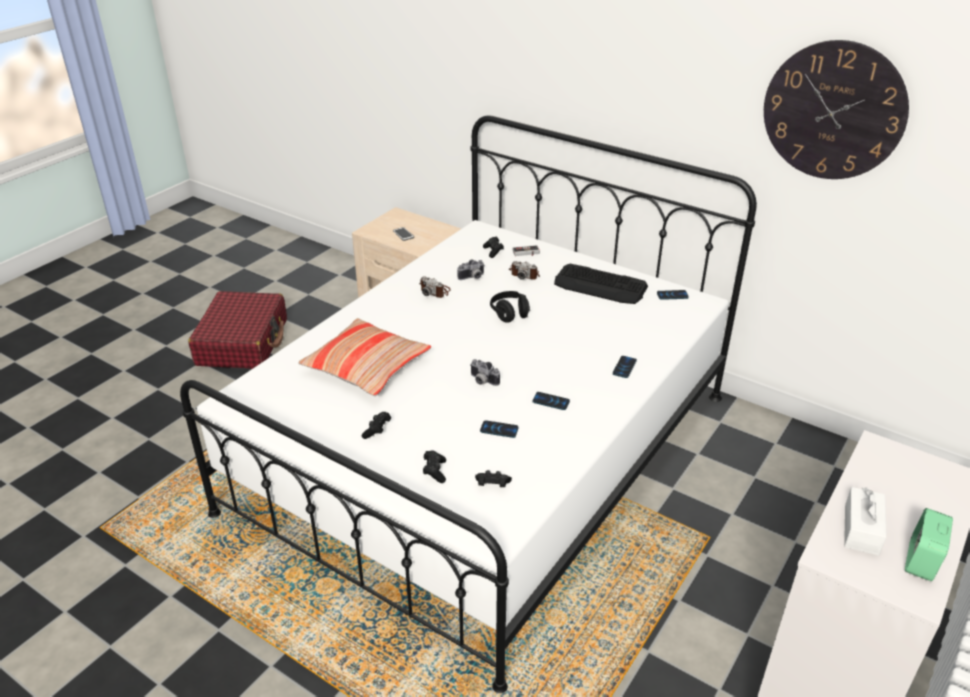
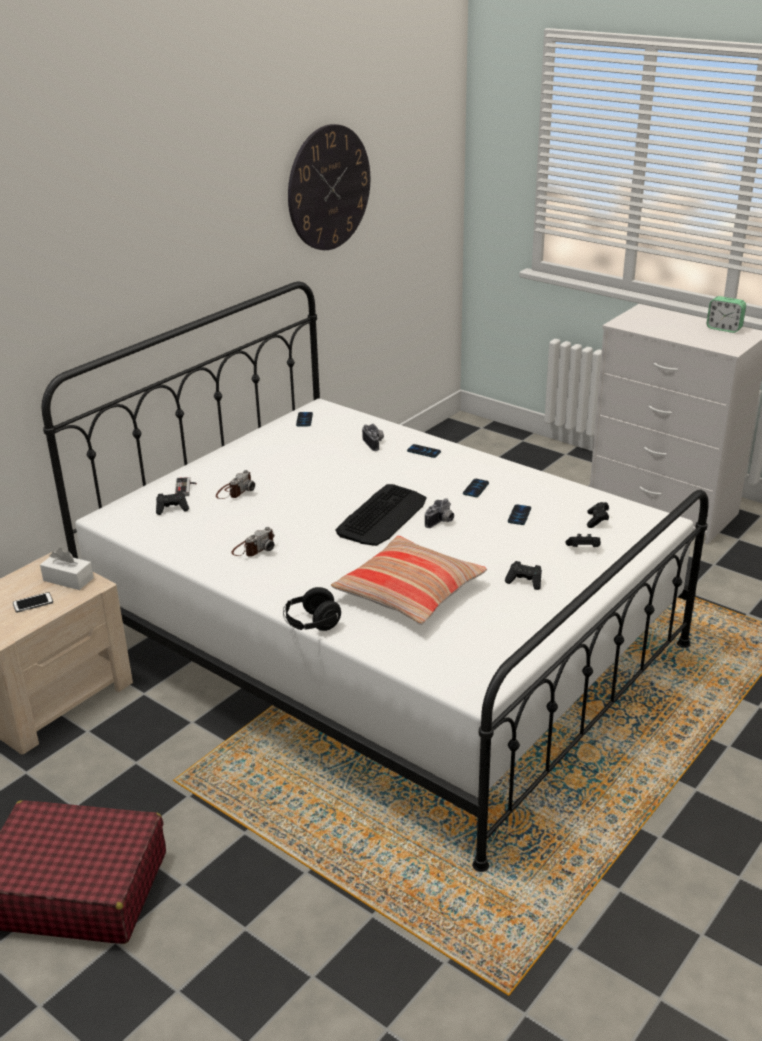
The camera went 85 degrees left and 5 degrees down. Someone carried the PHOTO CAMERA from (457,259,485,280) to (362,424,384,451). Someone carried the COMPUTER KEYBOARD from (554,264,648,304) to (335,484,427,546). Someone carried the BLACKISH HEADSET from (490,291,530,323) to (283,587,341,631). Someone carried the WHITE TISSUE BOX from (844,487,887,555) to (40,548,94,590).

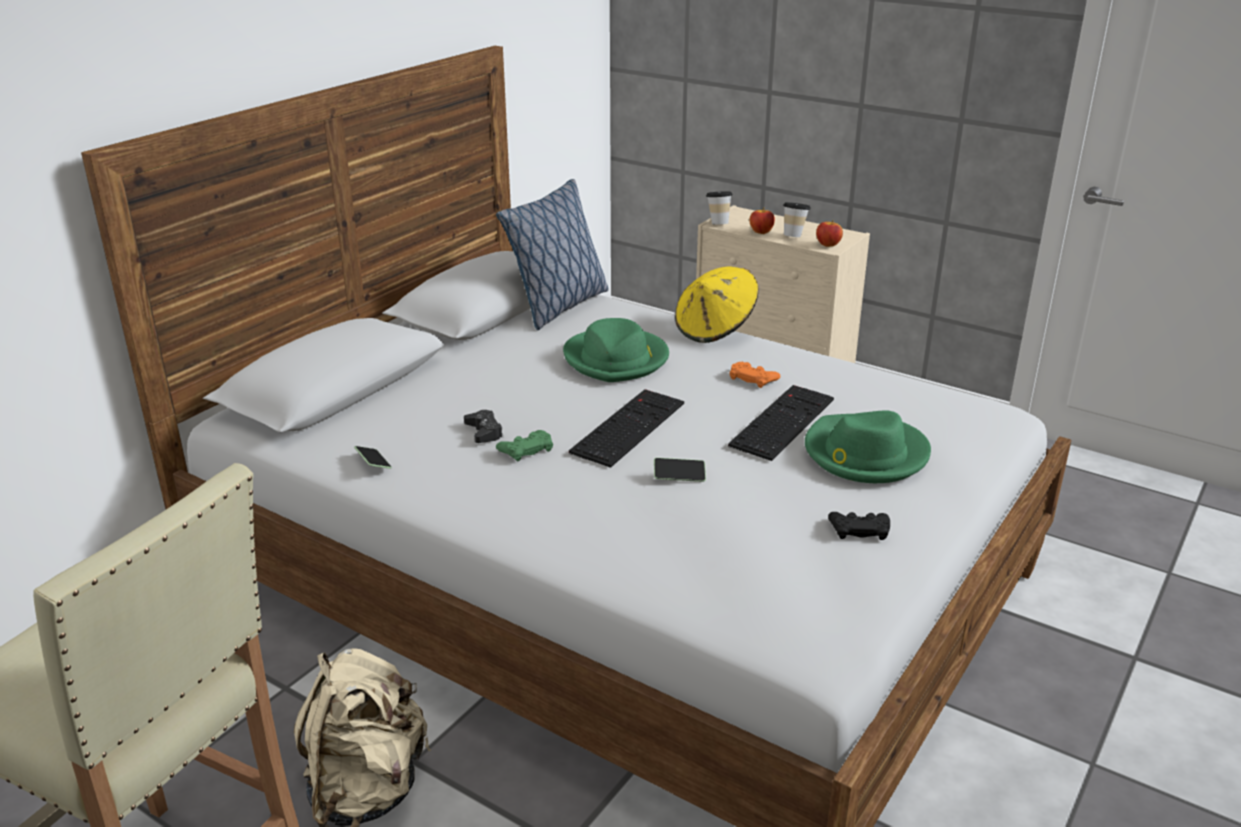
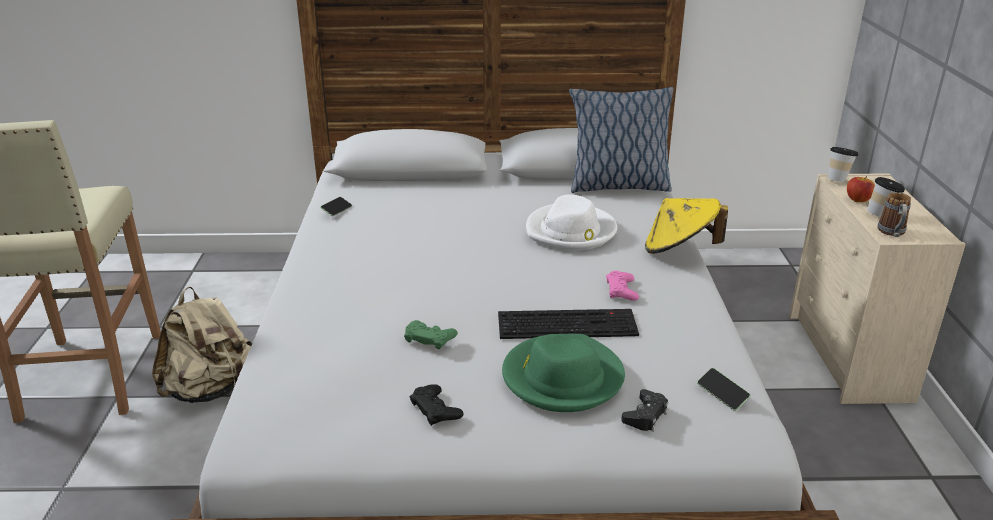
The camera went 55 degrees right and 0 degrees up. Someone swapped the WHOLE APPLE at (816,220,843,247) for the TEA MUG at (877,192,911,237). Someone repainted the GREEN HAT at (563,318,669,382), which became the WHITE HAT at (526,194,617,250). Someone repainted the ORANGE JOYPAD at (729,362,780,388), which became the PINK-COLOURED JOYPAD at (606,271,639,301). Someone took away the COMPUTER KEYBOARD at (569,389,684,468). Someone carried the BLACKISH JOYPAD from (464,410,503,443) to (621,389,668,432). Someone carried the GREEN JOYPAD from (496,430,553,462) to (404,320,458,349). Someone carried the PHONE from (654,458,706,482) to (697,368,751,411).

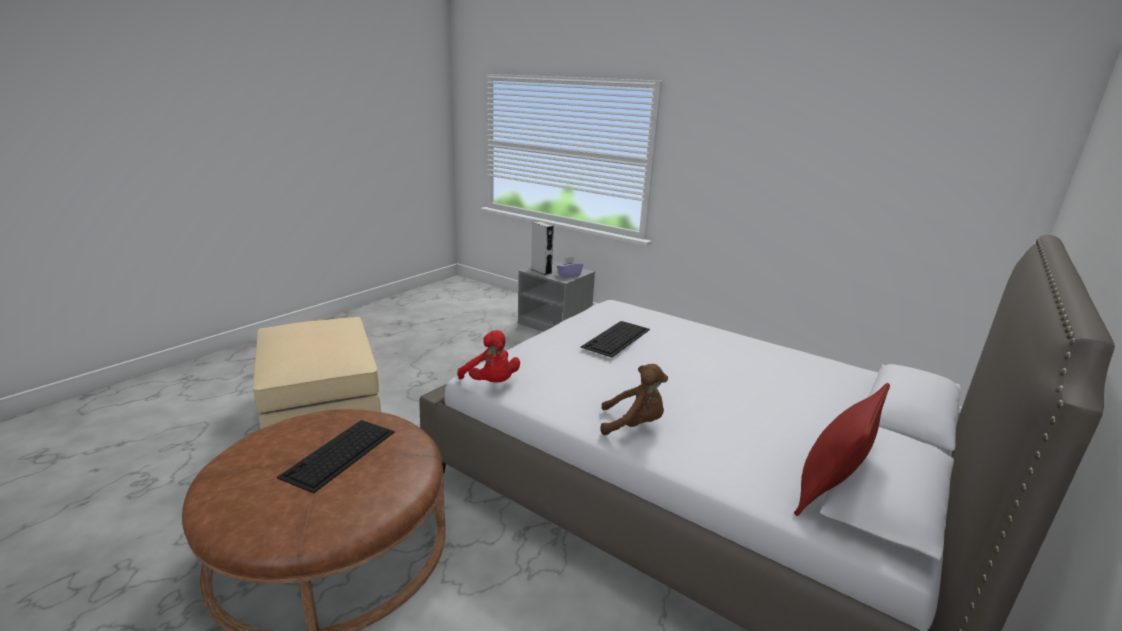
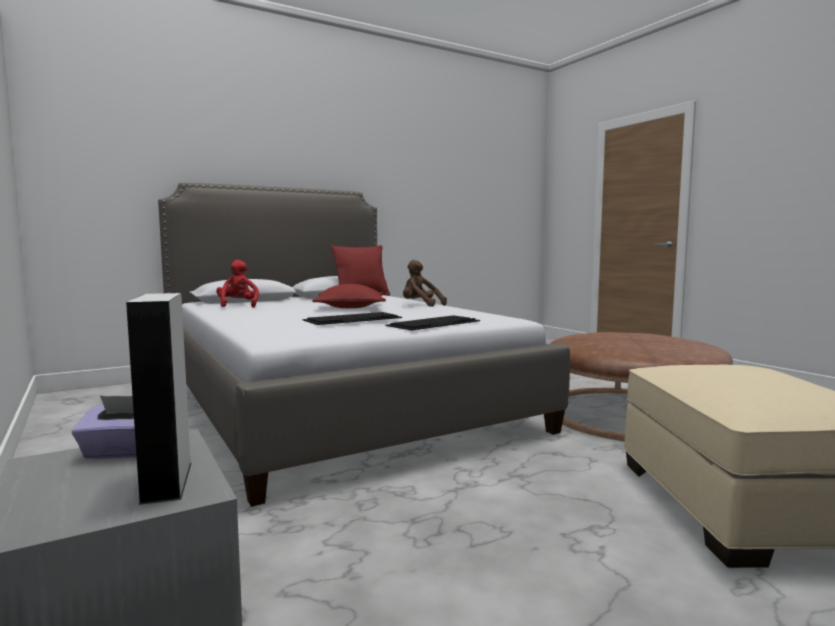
The camera went 155 degrees left and 15 degrees down. Someone carried the REDDISH SOFT TOY from (457,330,520,383) to (216,260,259,308). Someone carried the COMPUTER KEYBOARD from (277,420,395,494) to (385,315,480,331). Someone put down the REDDISH THROW PILLOW at (312,284,386,308).

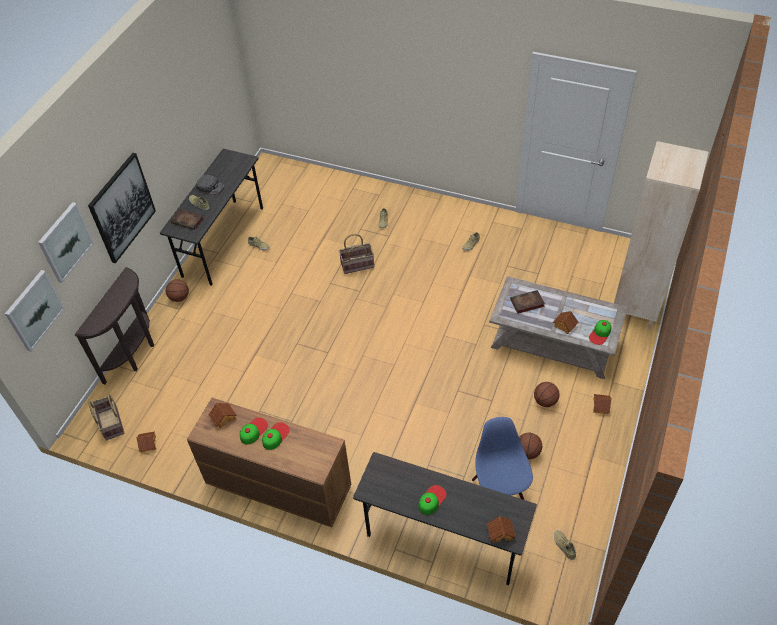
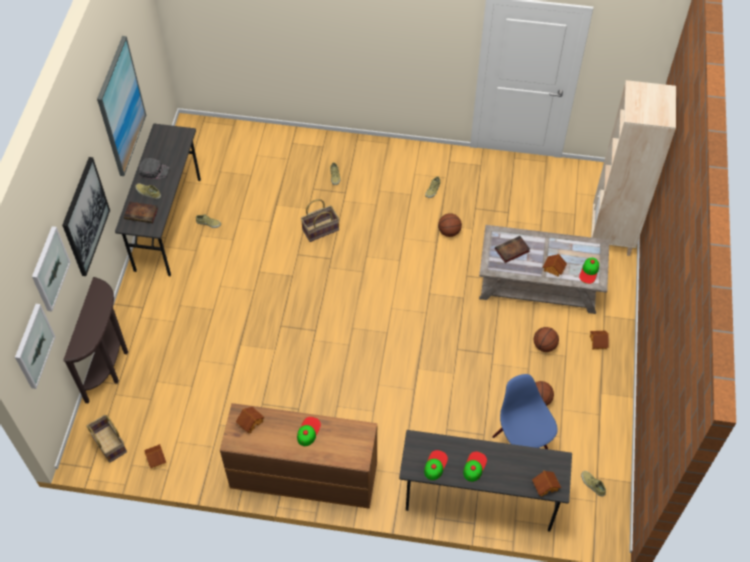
The camera went 15 degrees left and 5 degrees up. Someone carried the BASKETBALL BALL from (166,279,189,302) to (438,213,462,237). Someone carried the BASEBALL CAP from (240,418,268,444) to (424,450,448,480). Someone put up the WALL PICTURE at (97,36,146,176).

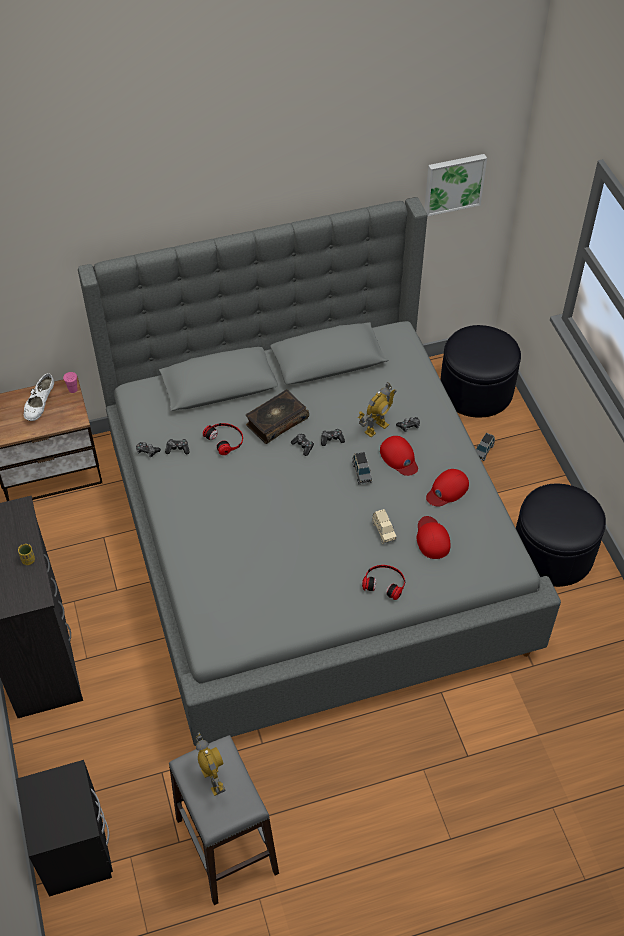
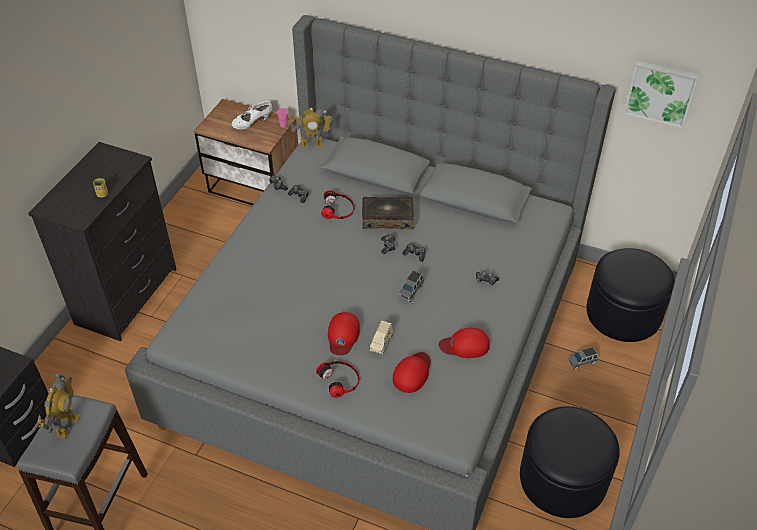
The camera went 40 degrees right and 5 degrees down. Someone carried the ROBOT FIGURE from (358,382,397,437) to (288,105,333,148). Someone carried the REDDISH BASEBALL CAP from (380,436,418,476) to (328,312,360,355).

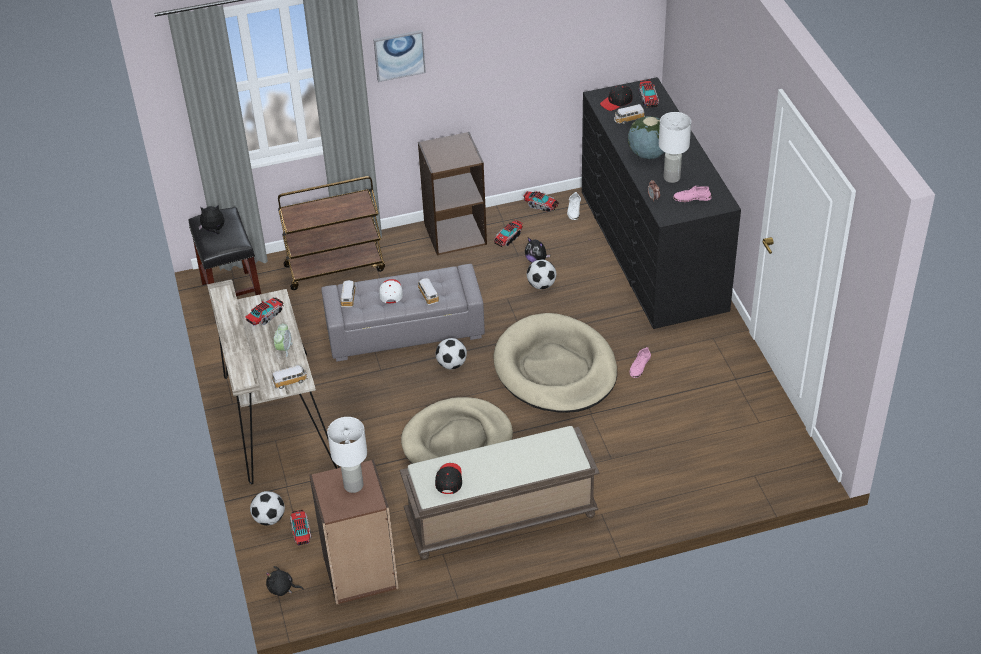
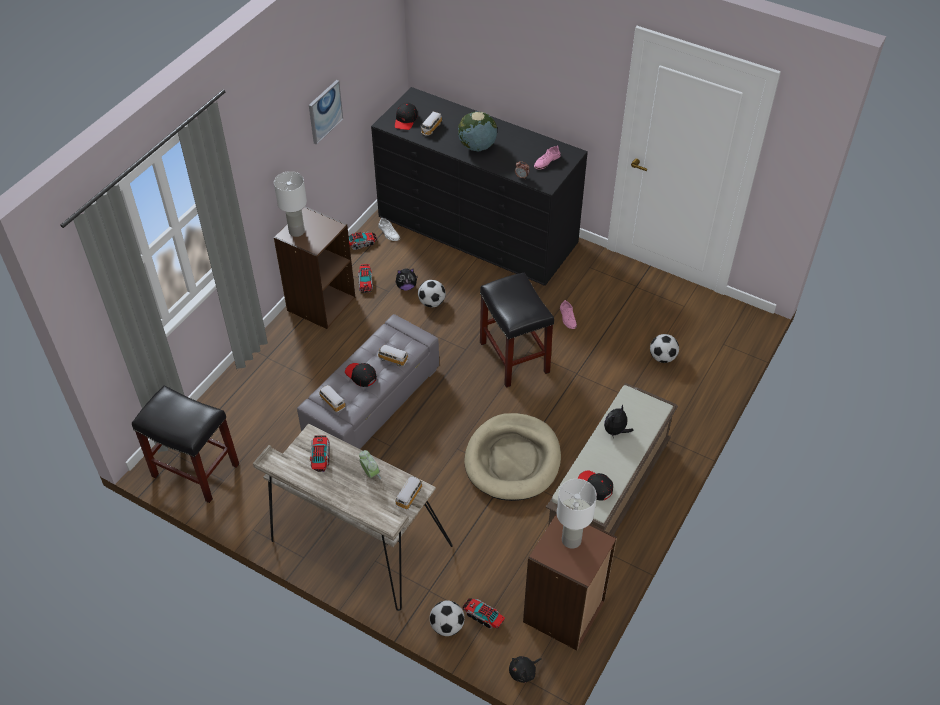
The camera went 45 degrees left and 5 degrees up. Someone carried the WALL PICTURE from (373,30,426,82) to (309,80,343,145). Someone took away the TOY TRUCK at (639,80,659,108). Someone carried the WHITE LAMP FOR A TABLE from (659,112,691,183) to (274,171,307,237). Someone took away the BROWNISH CART at (278,176,385,290). Someone carried the SOFT TOY from (198,205,225,234) to (604,405,634,439). Someone repainted the WHITE BASEBALL CAP at (379,279,403,303), which became the BLACKISH BASEBALL CAP at (345,363,377,387). Someone swapped the BEIGE-COLOURED PET BED at (494,313,617,413) for the BLACKISH STOOL SEAT at (480,272,554,388). Someone carried the FOOTBALL BALL from (436,338,467,369) to (650,334,679,363).

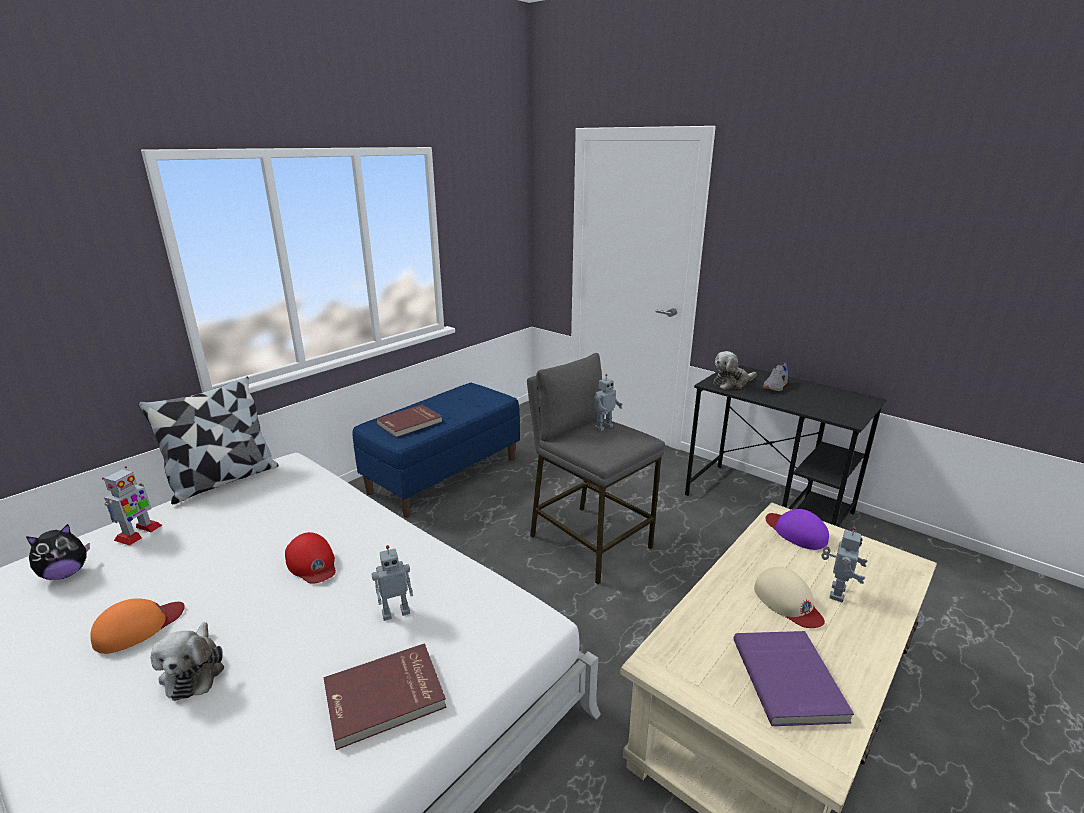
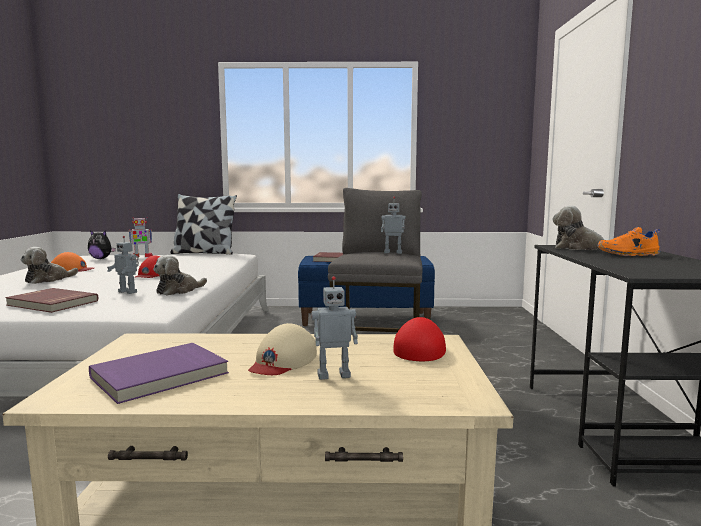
The camera went 50 degrees right and 15 degrees down. Someone repainted the GREY SHOE at (763,363,788,391), which became the ORANGE SHOE at (598,227,660,256). Someone repainted the PURPLE-COLOURED BASEBALL CAP at (766,509,829,550), which became the REDDISH BASEBALL CAP at (393,317,446,361). Someone put down the SOFT TOY at (153,255,207,296).

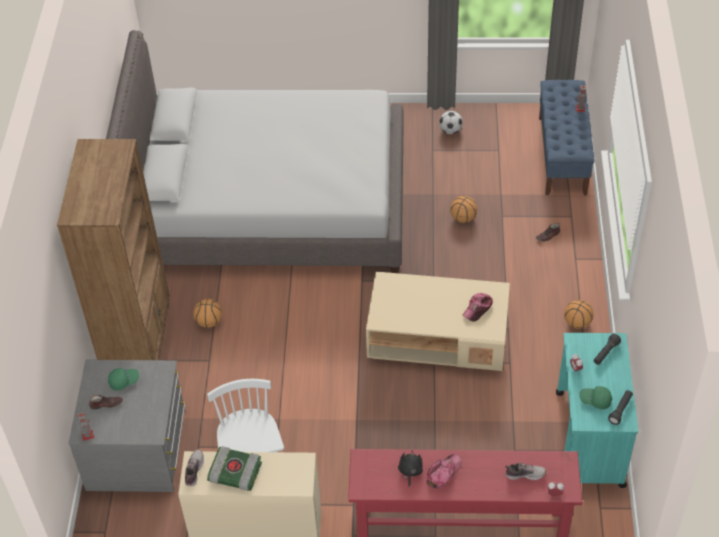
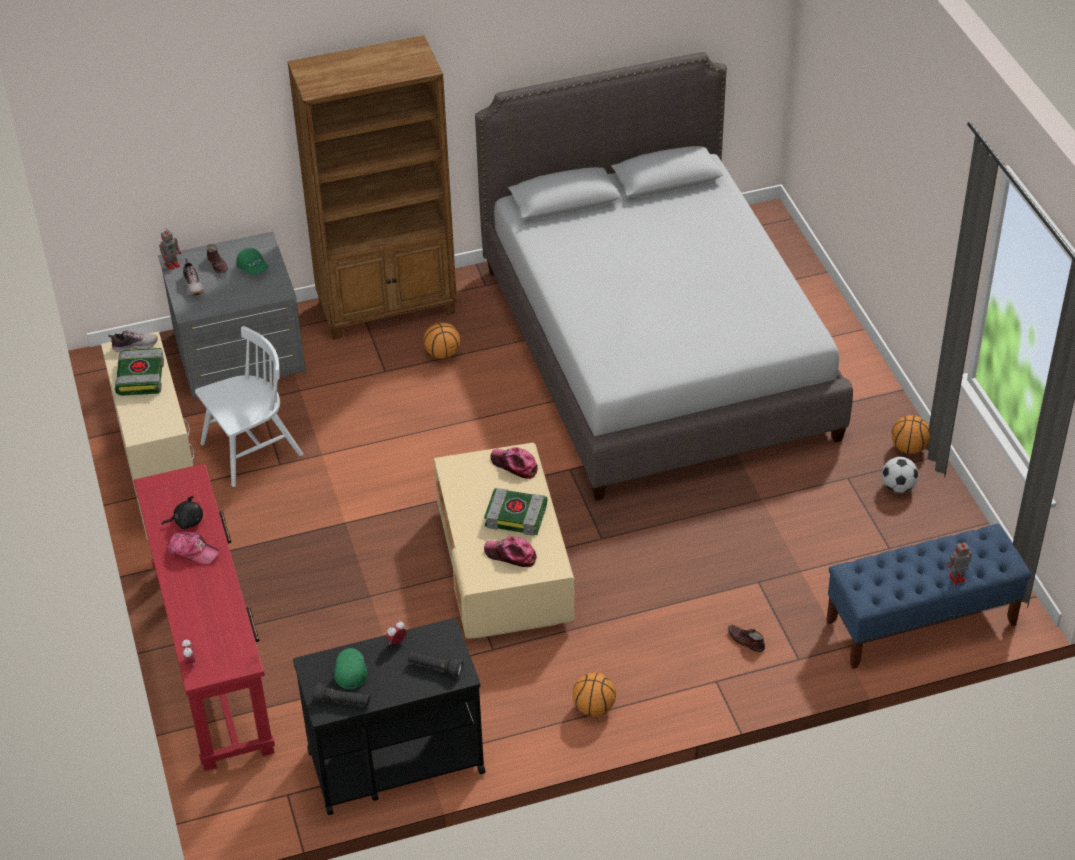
The camera went 70 degrees right and 5 degrees down. Someone carried the BASKETBALL BALL from (450,196,477,223) to (892,415,930,454). Someone repainted the TURQUOISE CART at (556,333,638,488), which became the BLACKISH CART at (293,618,486,815). Someone carried the SHOE from (505,463,546,480) to (183,259,204,296). Someone put down the BASEBALL CAP at (490,447,538,479). Someone put down the BOUND BOOK at (484,488,547,536).

